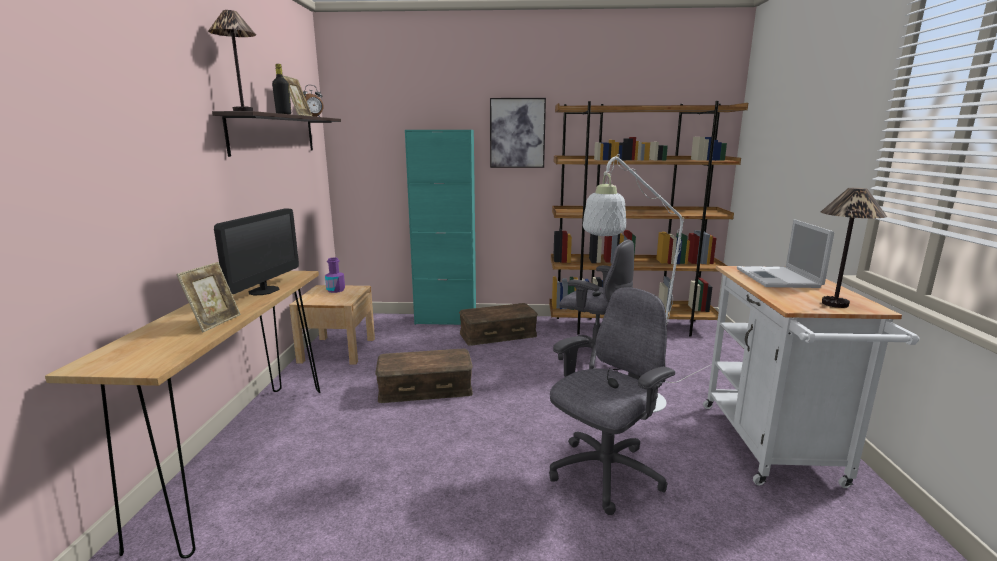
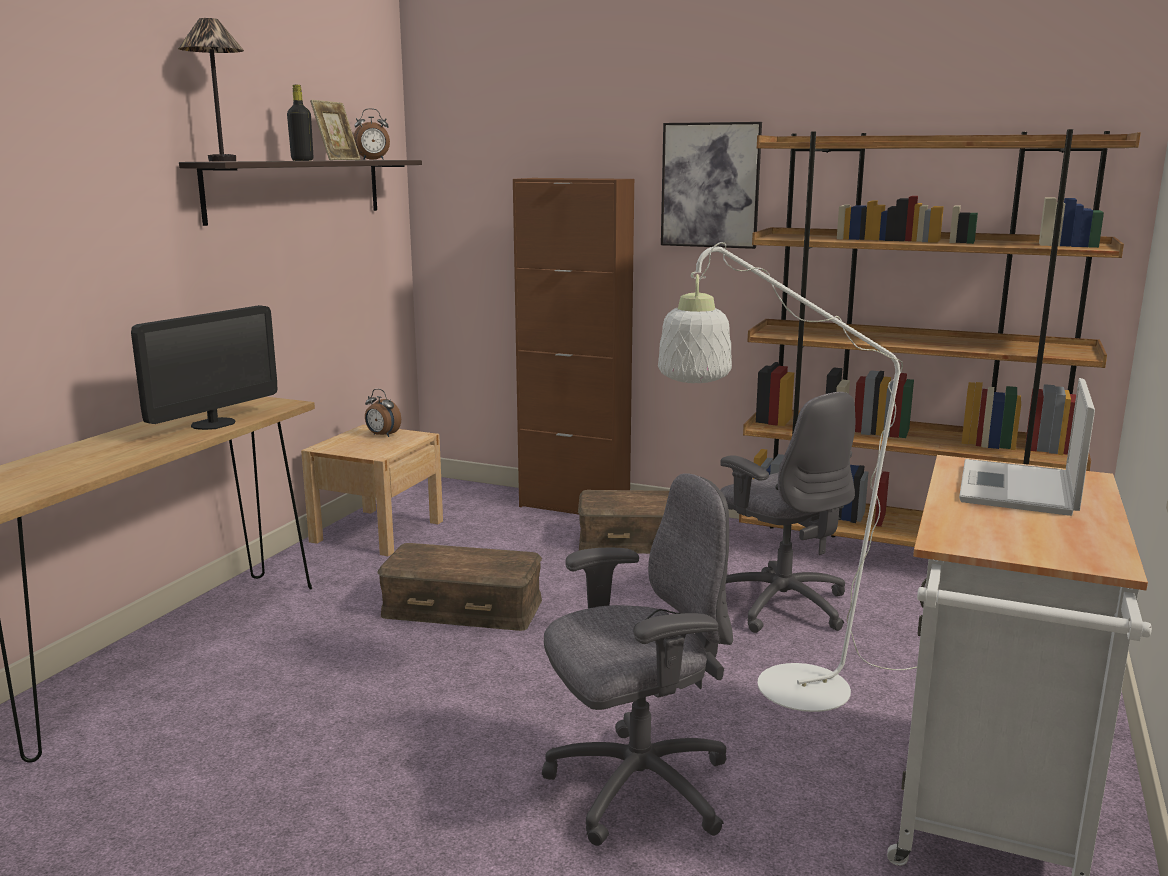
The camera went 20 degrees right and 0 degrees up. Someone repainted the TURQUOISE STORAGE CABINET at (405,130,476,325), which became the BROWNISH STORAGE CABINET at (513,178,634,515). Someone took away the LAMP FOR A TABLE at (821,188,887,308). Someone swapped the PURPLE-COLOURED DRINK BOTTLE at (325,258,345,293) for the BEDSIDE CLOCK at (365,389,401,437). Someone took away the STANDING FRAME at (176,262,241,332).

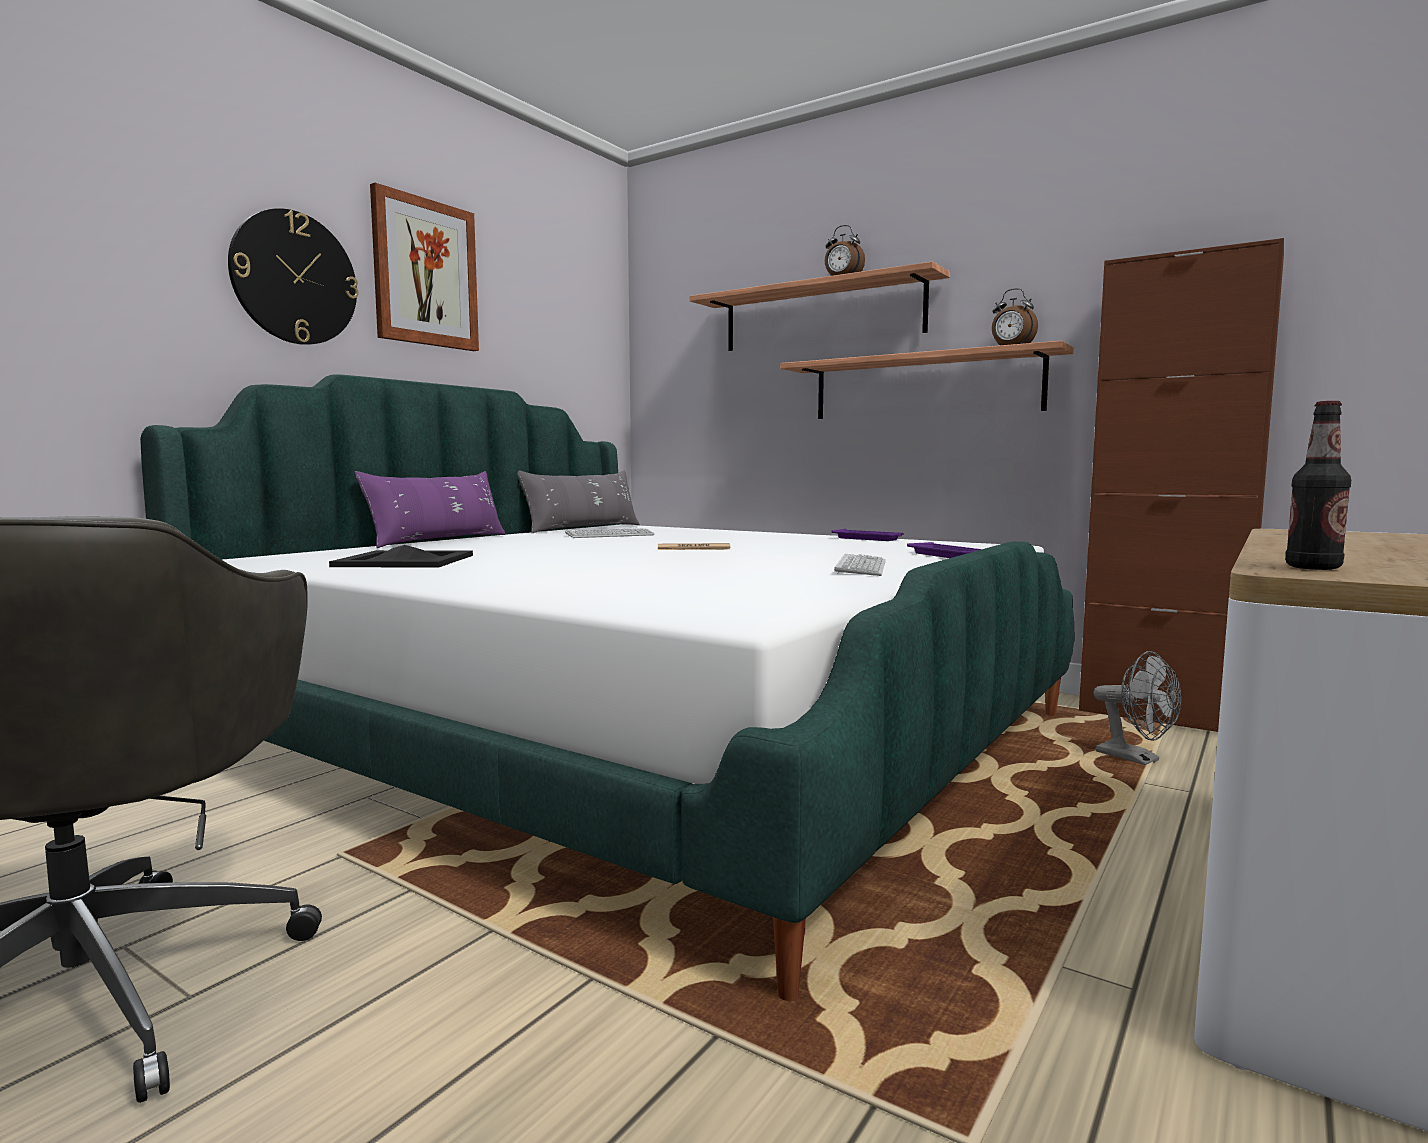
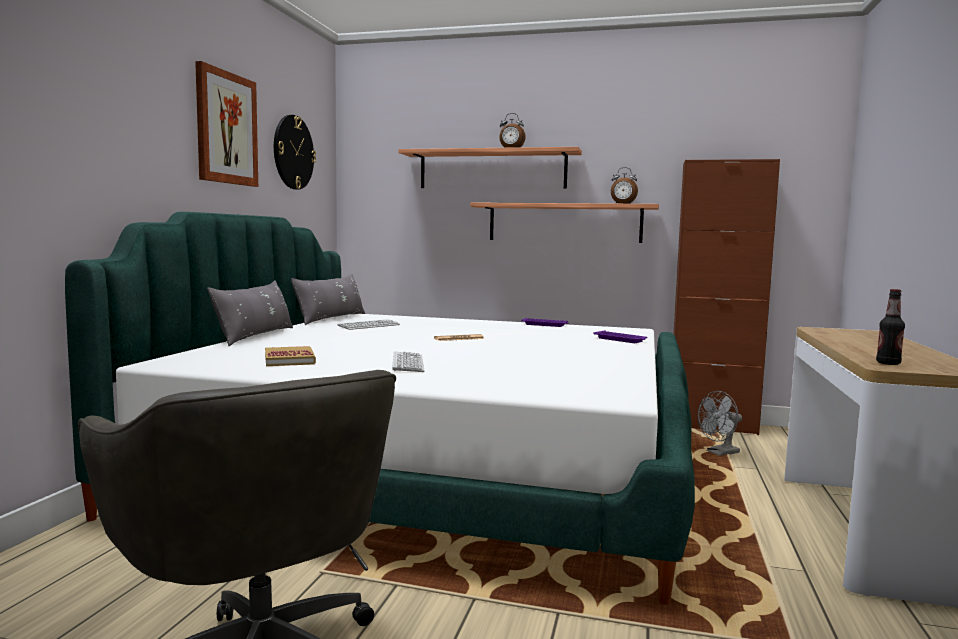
The camera went 20 degrees left and 0 degrees up. Someone carried the WALL CLOCK from (228,208,359,345) to (274,115,316,190). Someone repainted the PURPLE-COLOURED THROW PILLOW at (355,471,506,548), which became the GREY THROW PILLOW at (207,280,293,346). Someone swapped the BLACKISH SERVING TRAY at (329,545,473,568) for the BOUND BOOK at (265,346,316,366). Someone carried the COMPUTER KEYBOARD from (834,554,886,576) to (392,351,425,372). Someone rotated the GREY FAN at (1093,651,1181,765) by 120 degrees clockwise.

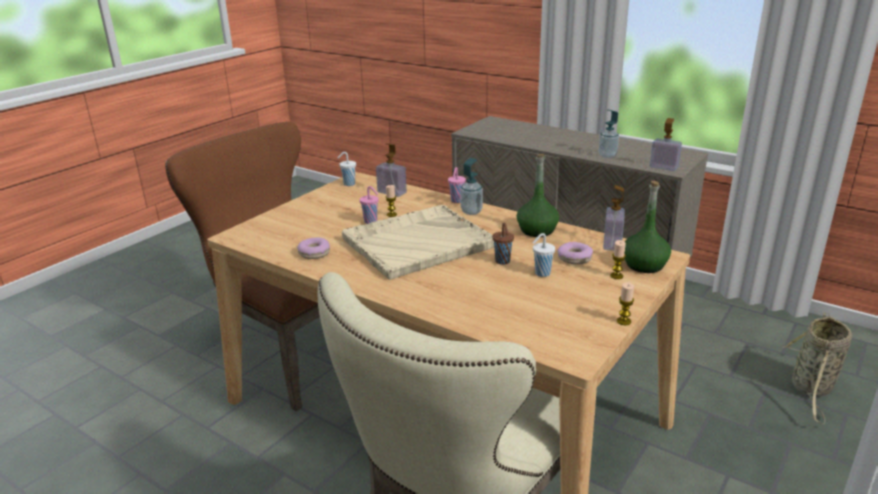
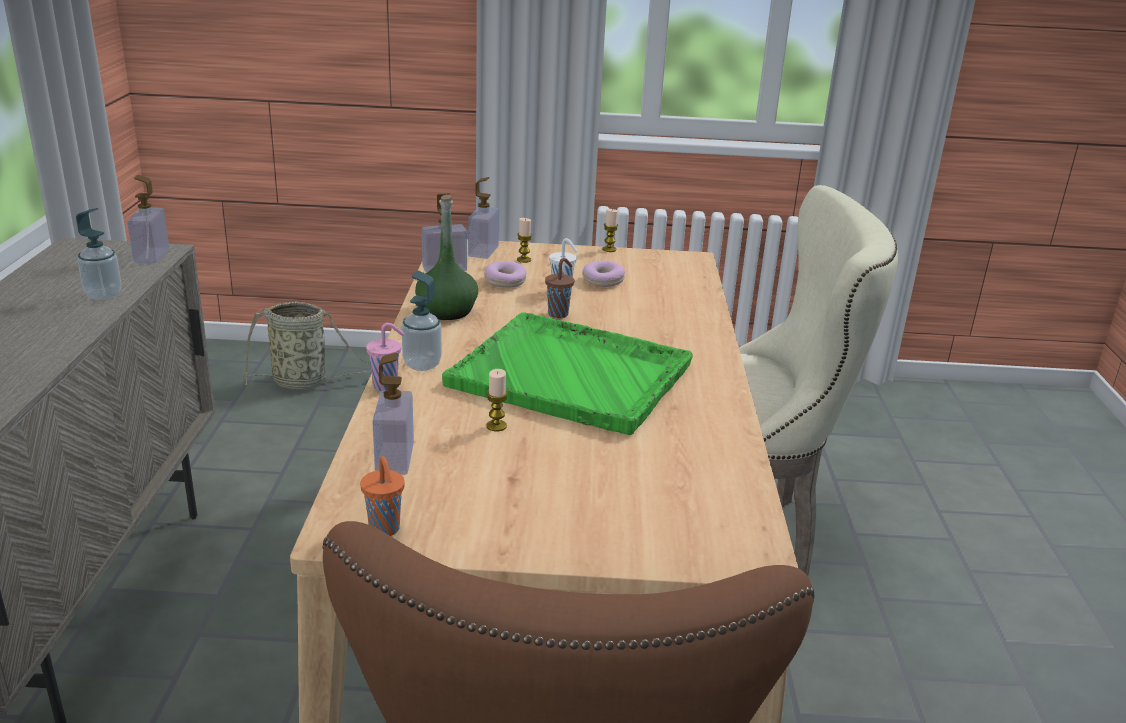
The camera went 125 degrees left and 0 degrees up. Someone repainted the WHITE SMALL CUP at (337,152,356,186), which became the ORANGE SMALL CUP at (360,456,405,536). Someone swapped the GREEN DRINK BOTTLE at (625,181,671,273) for the LIQUID SOAP BOTTLE at (468,177,499,259). Someone took away the PINK-COLOURED SMALL CUP at (359,186,379,224). Someone repainted the BEIGE-COLOURED SERVING TRAY at (342,205,494,280), which became the GREEN SERVING TRAY at (442,312,693,435). Someone carried the RING DOUGHNUT from (297,238,330,259) to (582,261,625,287).

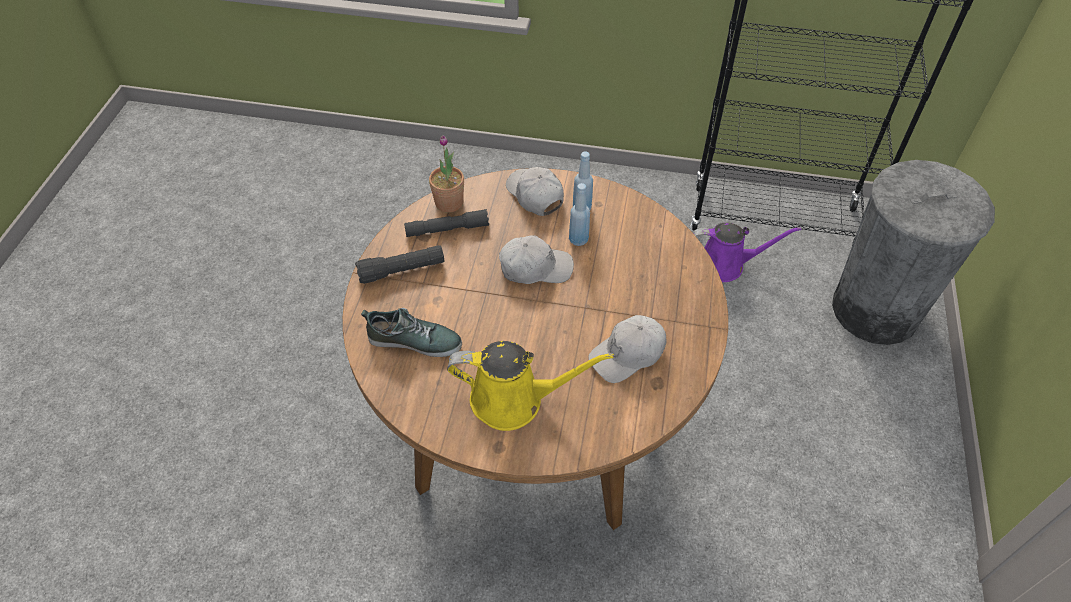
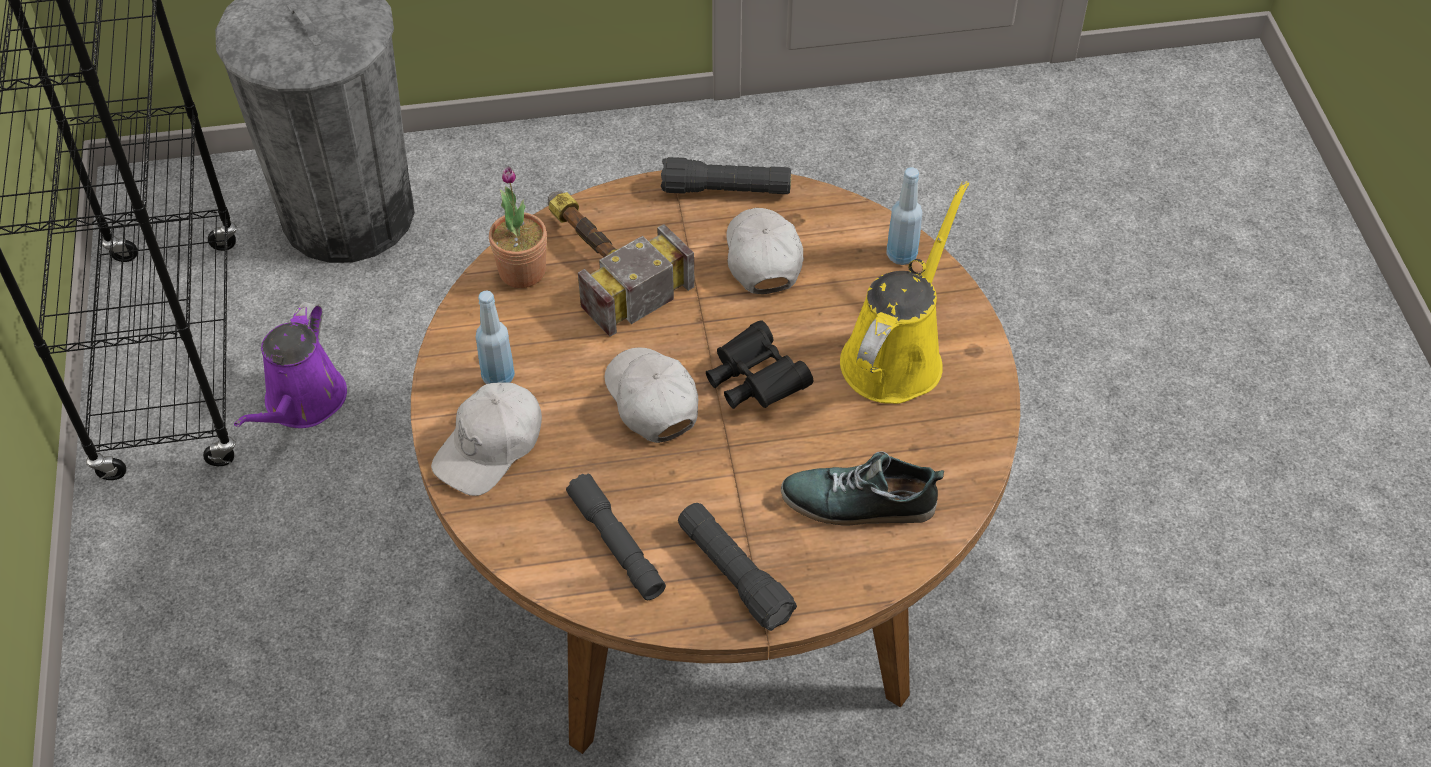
The camera went 110 degrees left and 0 degrees up. Someone carried the PLANT IN A POT from (429,135,464,212) to (489,166,547,288). Someone carried the BLUE DRINK BOTTLE from (569,183,590,246) to (886,167,923,265). Someone rotated the PURPLE-COLOURED WATERING POT at (692,222,801,282) by 150 degrees counterclockwise. Someone rotated the SHOE at (361,308,462,357) by 75 degrees counterclockwise. Someone rotated the WHITE BASEBALL CAP at (588,315,666,383) by 135 degrees counterclockwise. Someone rotated the YELLOW WATERING POT at (447,341,614,431) by 45 degrees clockwise. Someone put down the BLACKISH HAND TORCH at (661,157,791,194). Someone put down the HAND HAMMER at (548,191,695,337). Someone put down the BLACKISH PAIR OF BINOCULARS at (706,320,814,409).

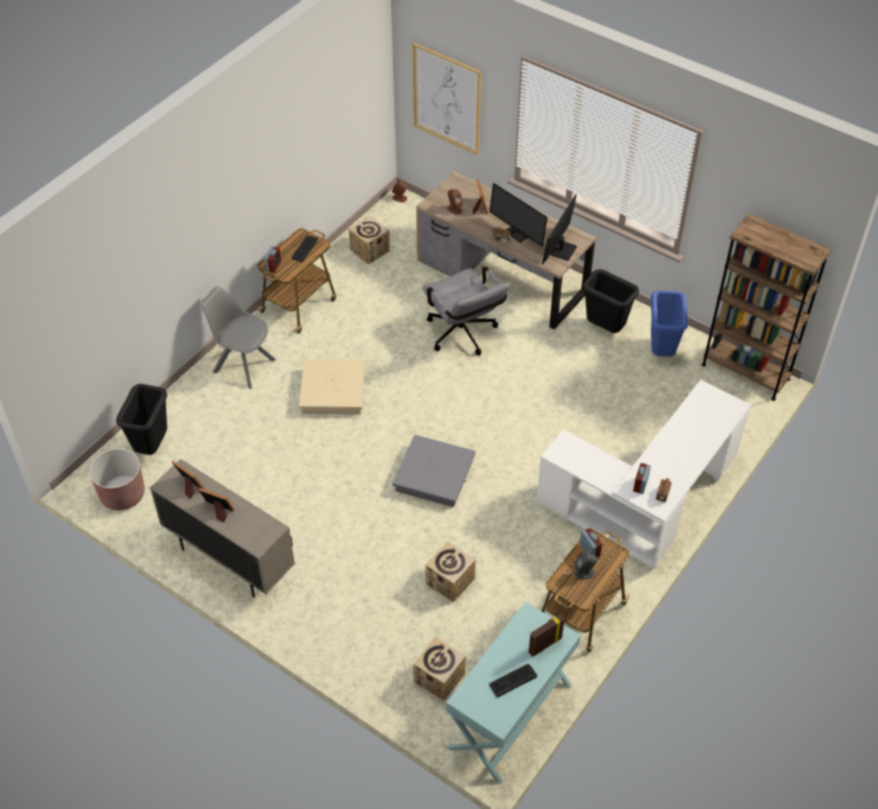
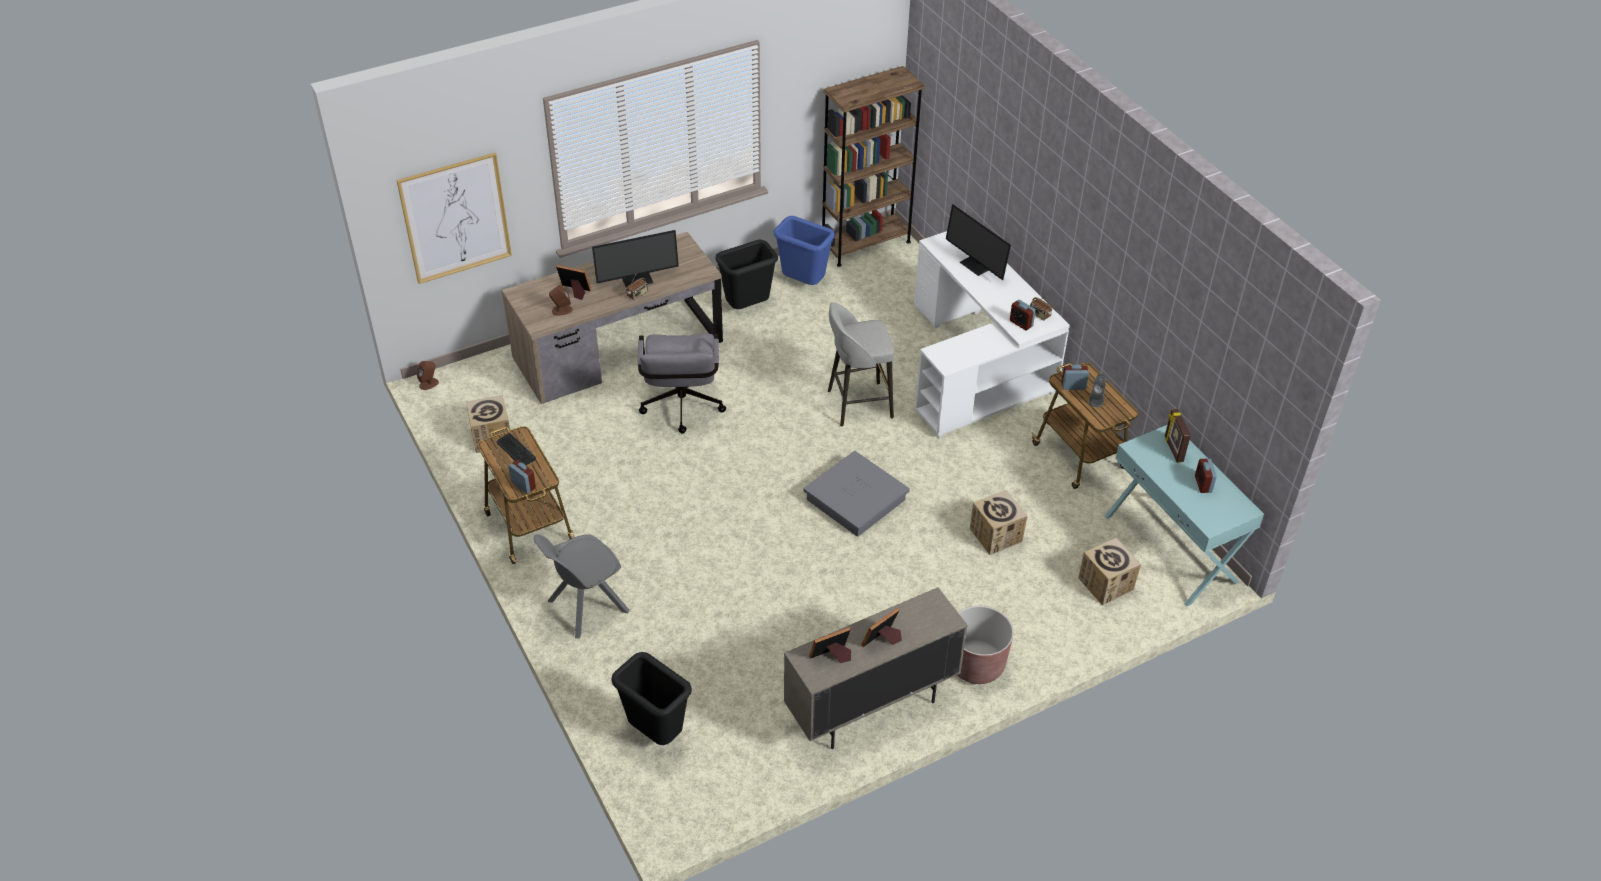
The camera went 65 degrees left and 5 degrees down. Someone carried the MONITOR from (542,194,577,265) to (946,204,1011,280). Someone rotated the GREY OFFICE CHAIR at (422,266,510,355) by 90 degrees clockwise. Someone took away the BEIGE-COLOURED STORAGE BOX at (299,359,365,414). Someone carried the BROWNISH FLOWER POT from (89,448,145,510) to (957,606,1013,684). Someone swapped the COMPUTER KEYBOARD at (489,664,537,697) for the BEDSIDE CLOCK at (1195,458,1217,493). Someone put down the GREY STOOL SEAT at (828,302,894,427).

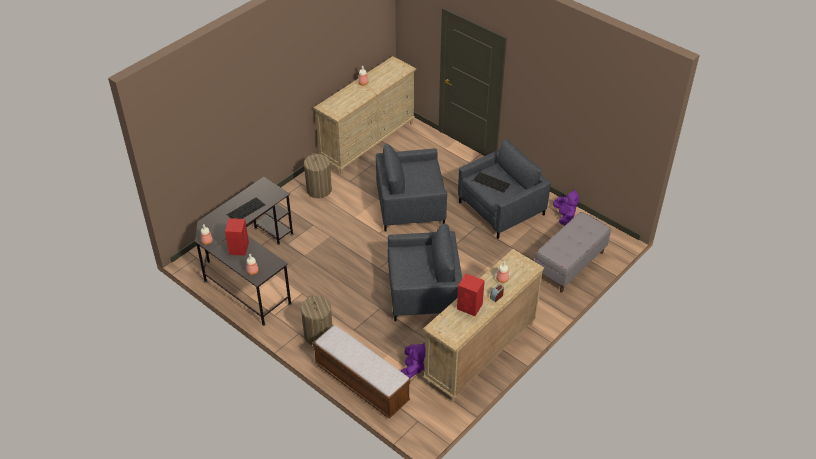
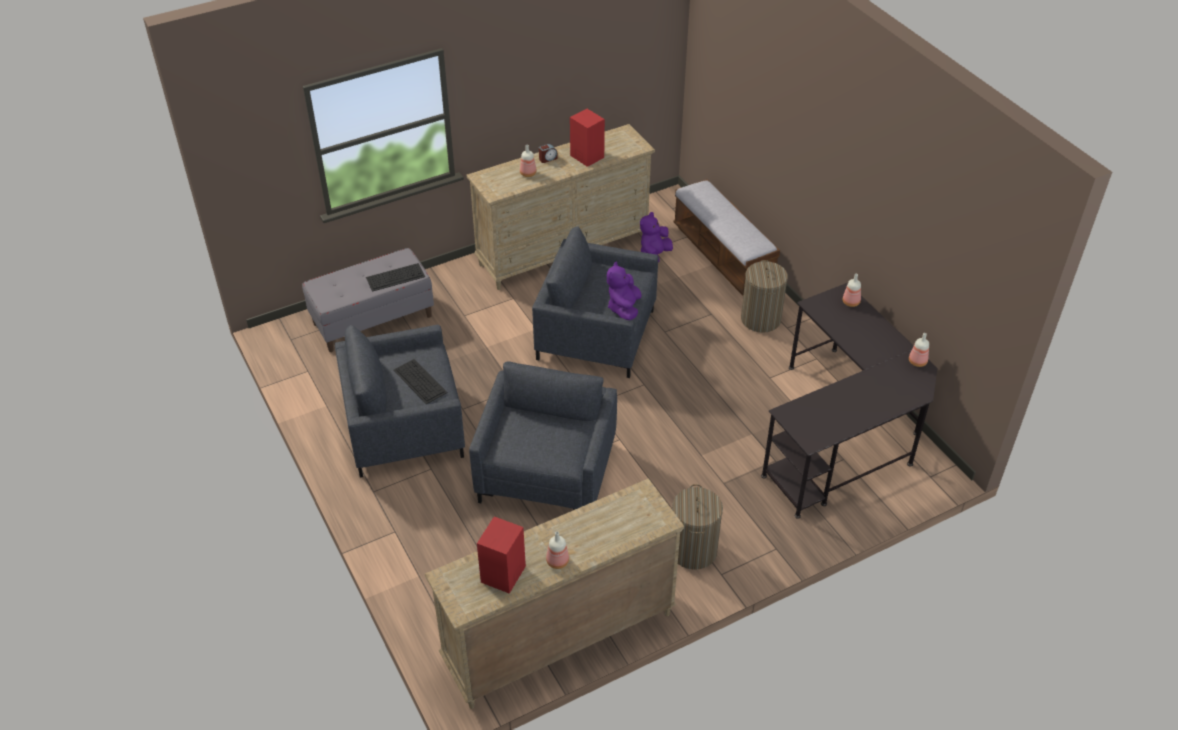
The camera went 160 degrees left and 0 degrees up. Someone rotated the GREY EASY CHAIR at (376,144,447,231) by 90 degrees counterclockwise. Someone carried the PURPLE-COLOURED SOFT TOY from (553,189,579,226) to (607,262,642,320). Someone carried the COMPUTER KEYBOARD from (227,197,265,219) to (366,263,425,292). Someone carried the REDDISH SPEAKER from (225,218,249,256) to (477,516,526,594).

